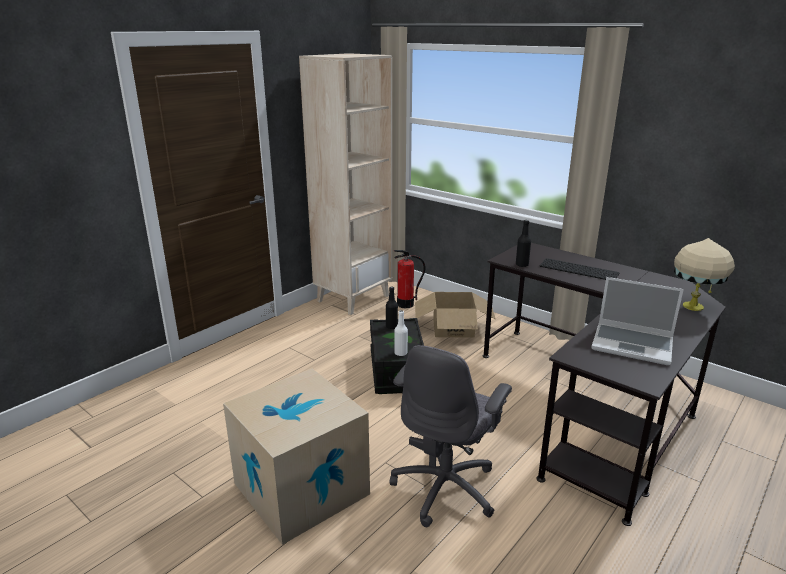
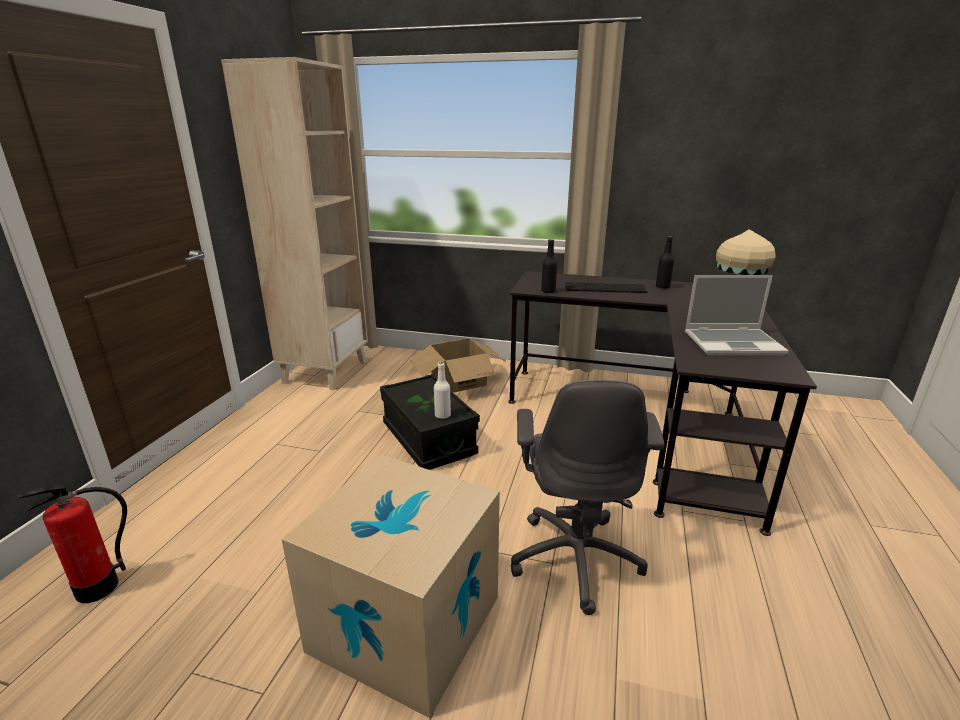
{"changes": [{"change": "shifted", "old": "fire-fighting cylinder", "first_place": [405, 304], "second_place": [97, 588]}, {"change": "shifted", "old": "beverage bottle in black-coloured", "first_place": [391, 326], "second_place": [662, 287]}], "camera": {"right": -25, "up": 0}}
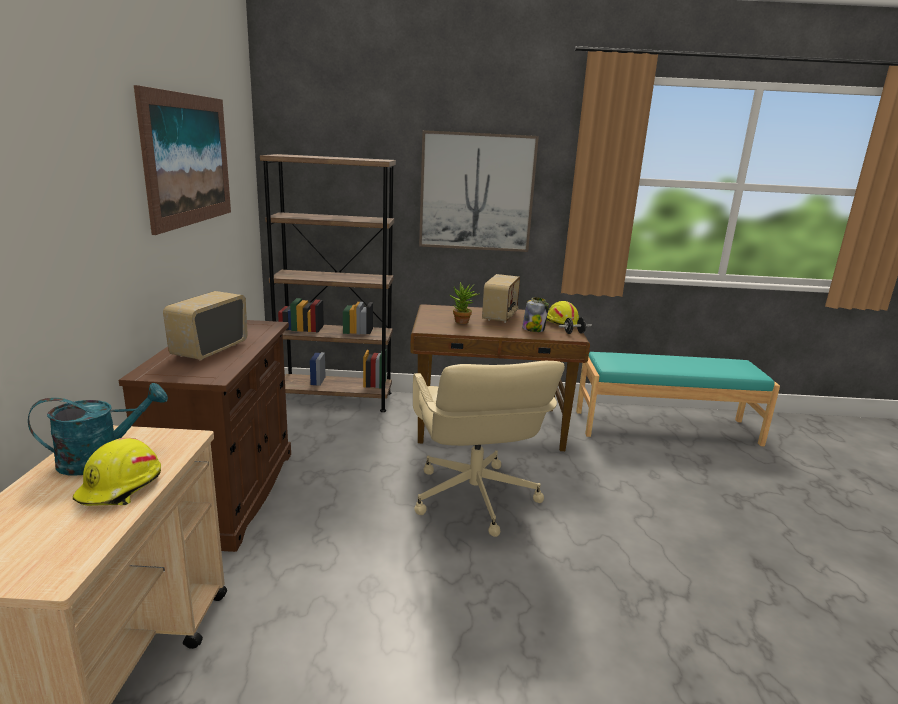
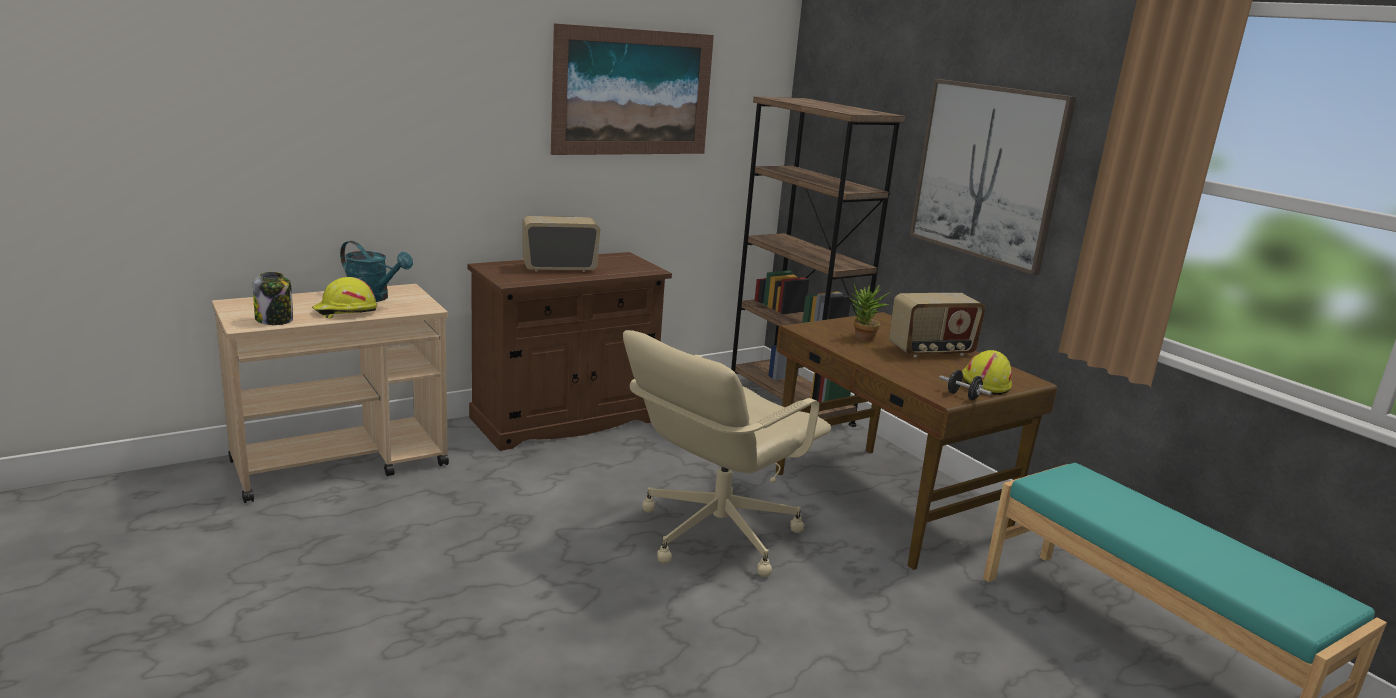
{"changes": [{"change": "shifted", "old": "storage jar", "first_place": [533, 329], "second_place": [275, 320]}], "camera": {"right": 55, "up": 0}}
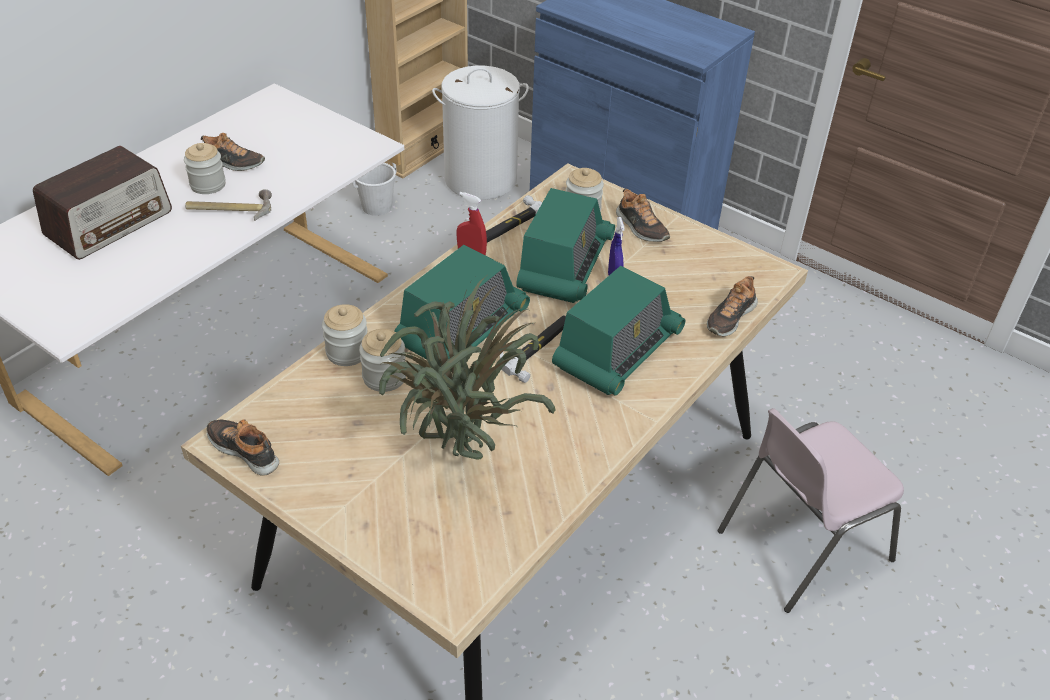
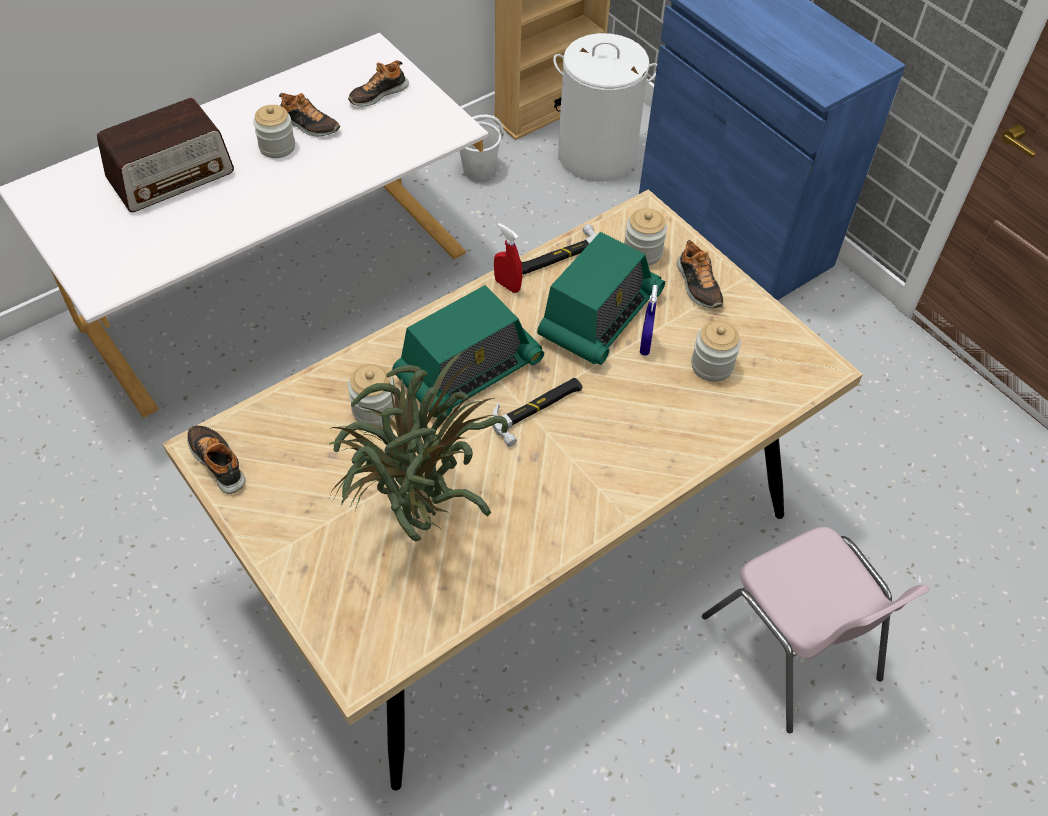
{"changes": [{"change": "gone", "old": "hammer", "first_place": [230, 209]}, {"change": "gone", "old": "radio set", "first_place": [617, 351]}, {"change": "shifted", "old": "shoe", "first_place": [730, 317], "second_place": [378, 94]}, {"change": "shifted", "old": "storage jar", "first_place": [347, 352], "second_place": [712, 365]}, {"change": "rotated", "old": "chair in pink", "first_place": [801, 545], "second_place": [793, 649], "degrees": -105}], "camera": {"right": 15, "up": 10}}
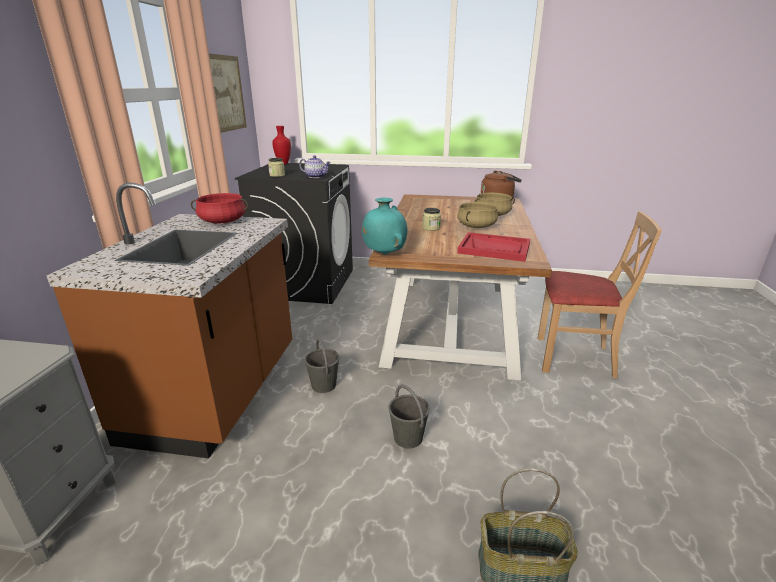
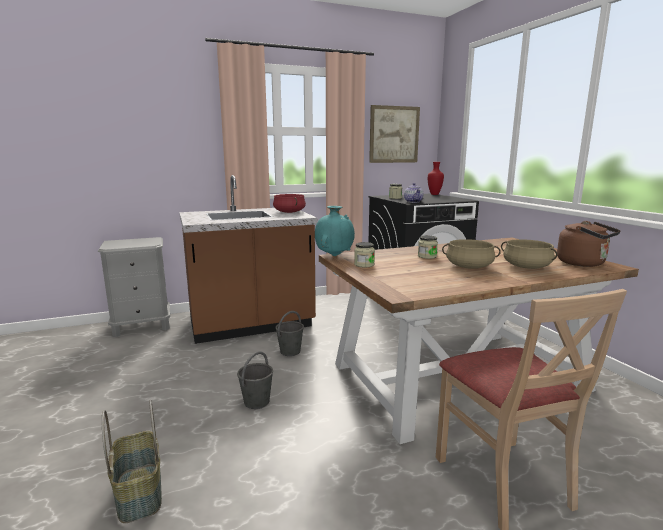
{"changes": [{"change": "gone", "old": "tray in red", "first_place": [494, 249]}, {"change": "new", "new": "storage jar", "second_place": [364, 265]}], "camera": {"right": 60, "up": -10}}
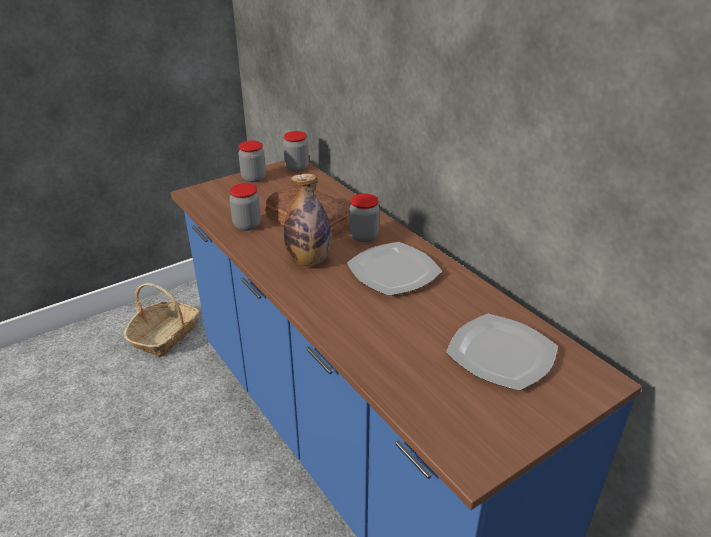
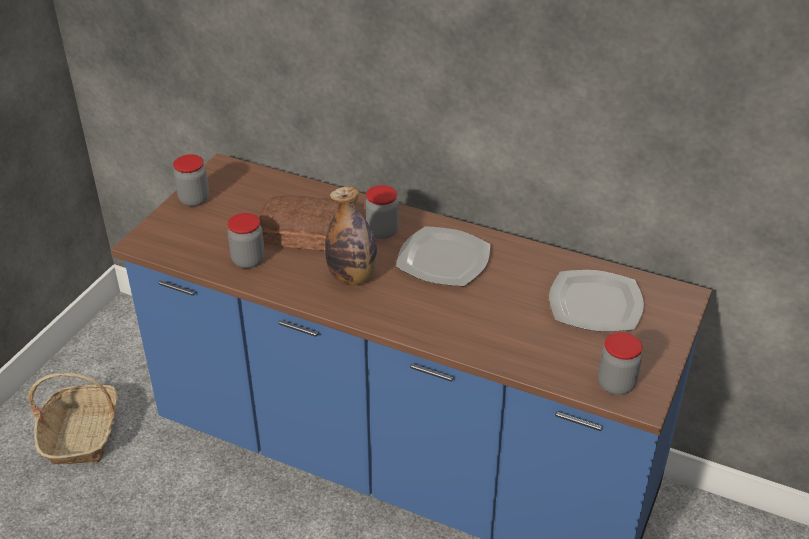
{"changes": [{"change": "shifted", "old": "storage jar", "first_place": [297, 167], "second_place": [616, 384]}], "camera": {"right": -30, "up": 5}}
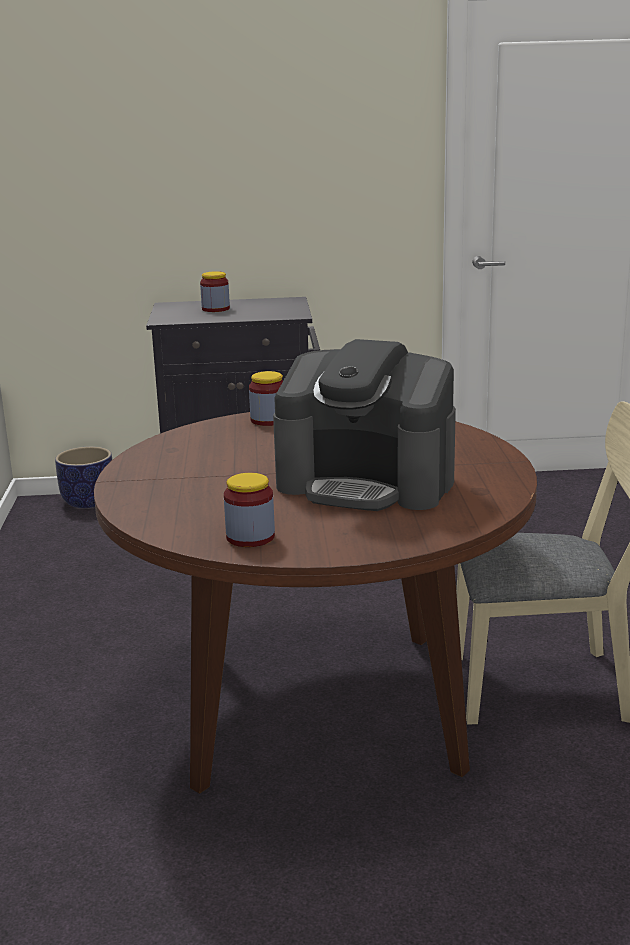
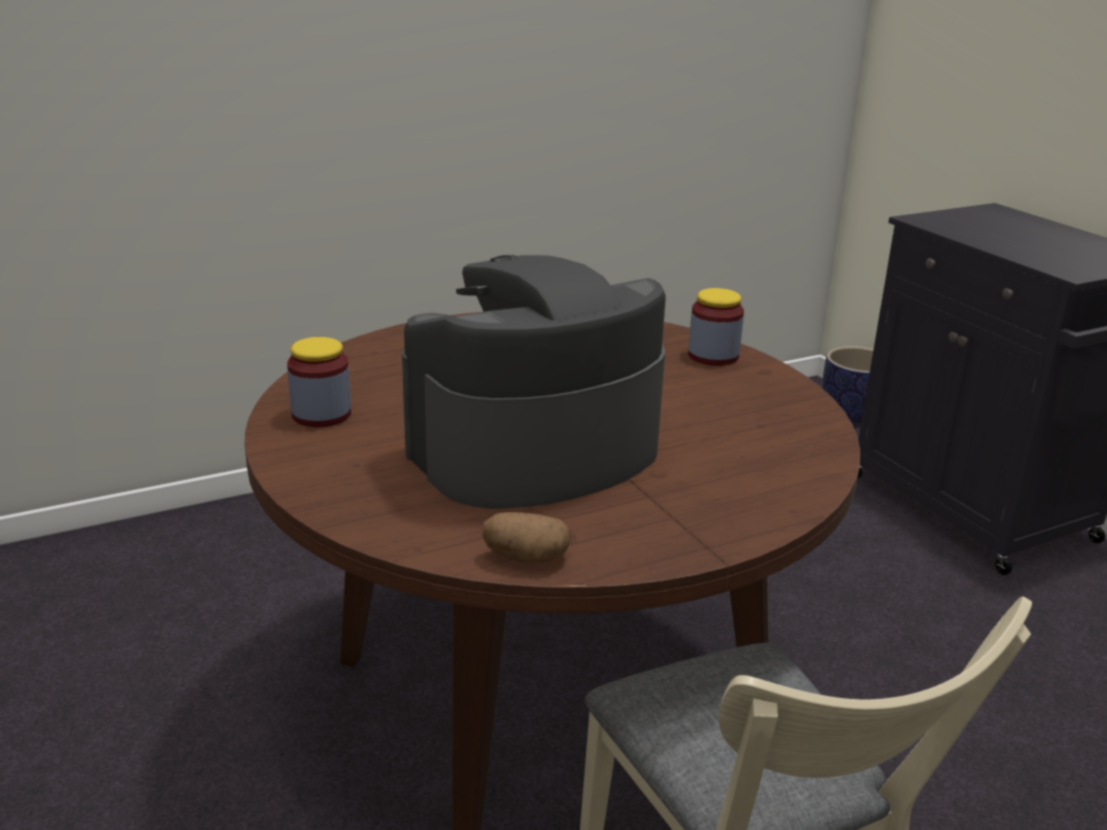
{"changes": [{"change": "gone", "old": "storage jar", "first_place": [215, 309]}, {"change": "rotated", "old": "coffee machine", "first_place": [367, 483], "second_place": [533, 452], "degrees": 60}, {"change": "new", "new": "spud", "second_place": [525, 558]}], "camera": {"right": 65, "up": 5}}
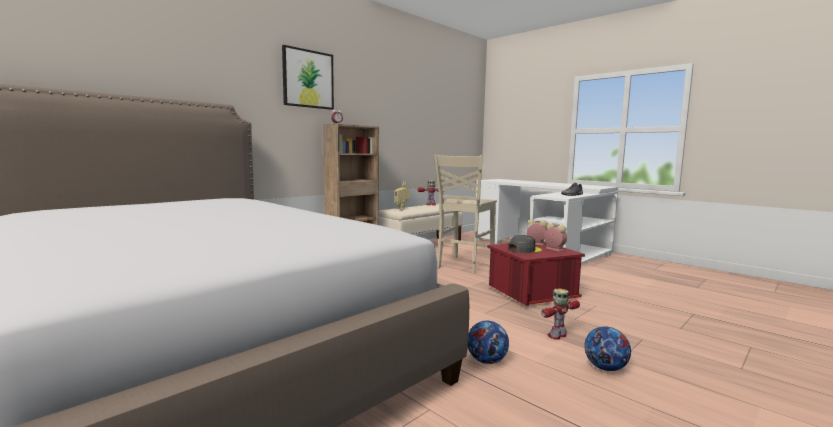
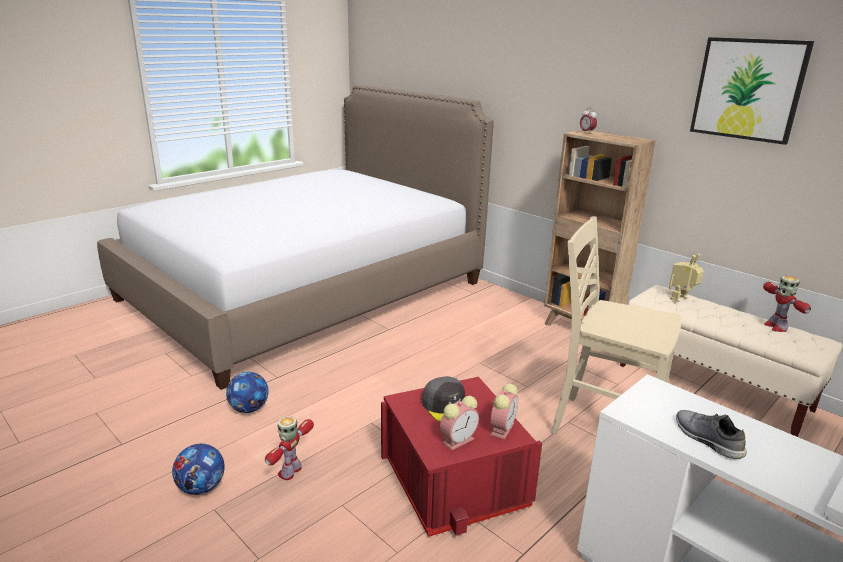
{"changes": [{"change": "shifted", "old": "picture", "first_place": [308, 79], "second_place": [748, 89]}, {"change": "rotated", "old": "model robot", "first_place": [557, 336], "second_place": [290, 471], "degrees": -120}], "camera": {"right": 90, "up": 15}}
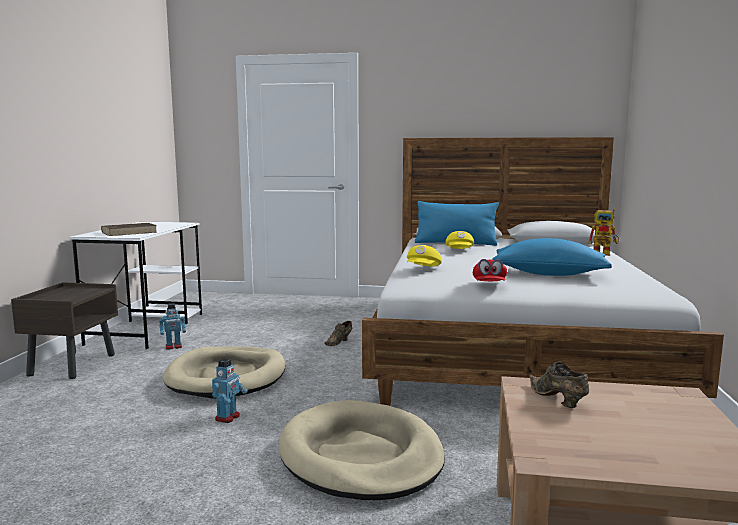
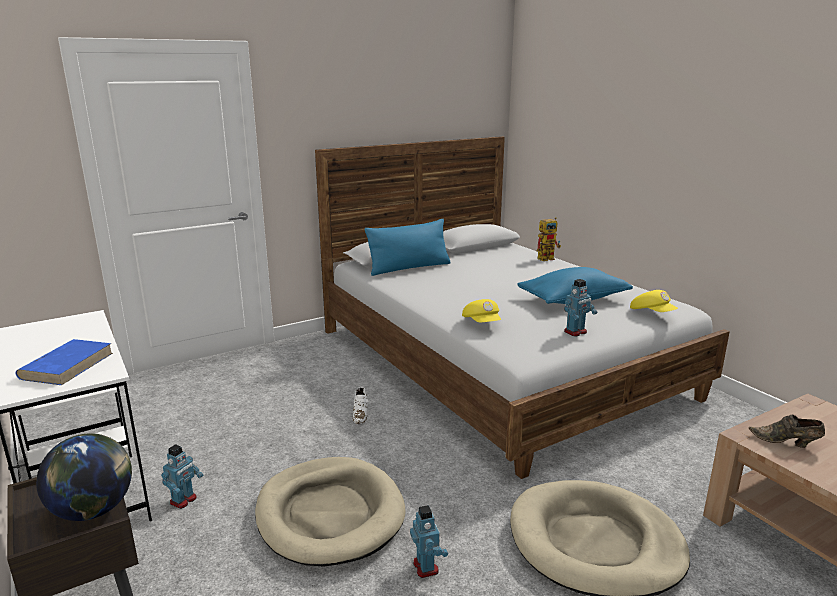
{"changes": [{"change": "repainted", "old": "book in brown-coloured", "new": "book in bluish", "first_place": [130, 232], "second_place": [67, 365]}, {"change": "shifted", "old": "cap in yellowish", "first_place": [460, 251], "second_place": [652, 313]}, {"change": "swapped", "old": "cap in red", "new": "model robot", "first_place": [489, 285], "second_place": [576, 332]}, {"change": "repainted", "old": "shoe in brown-coloured", "new": "shoe in whitish", "first_place": [339, 342], "second_place": [360, 414]}, {"change": "new", "new": "globe", "second_place": [94, 510]}], "camera": {"right": -40, "up": 10}}
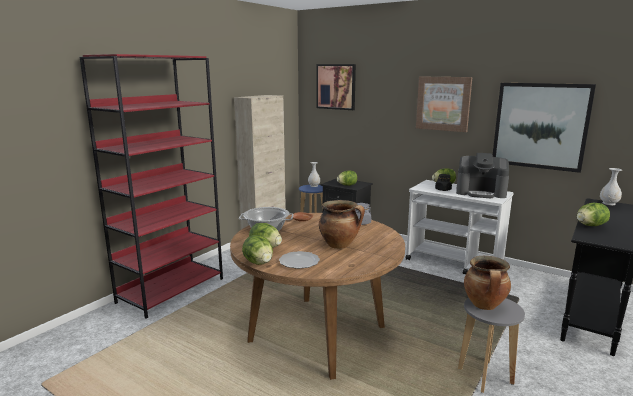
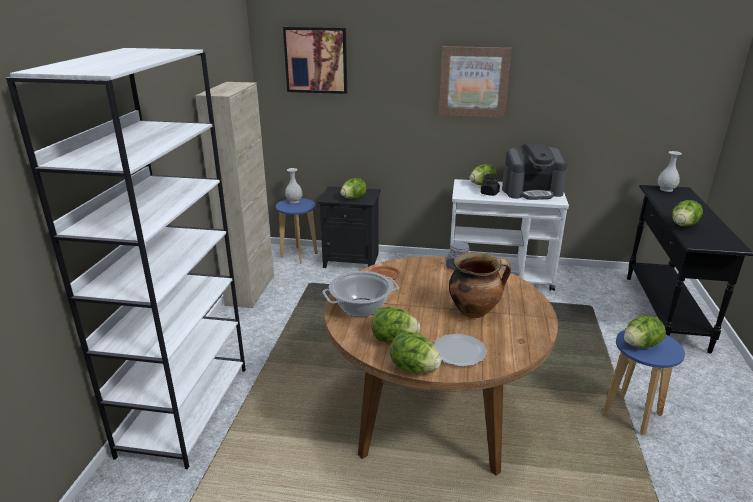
{"changes": [{"change": "repainted", "old": "bookcase in red", "new": "bookcase in whitish", "first_place": [172, 290], "second_place": [185, 409]}, {"change": "gone", "old": "picture", "first_place": [540, 126]}, {"change": "swapped", "old": "stockpot", "new": "lettuce", "first_place": [485, 305], "second_place": [640, 345]}, {"change": "repainted", "old": "stool seat in greyish", "new": "stool seat in bluish", "first_place": [485, 376], "second_place": [632, 414]}], "camera": {"right": -25, "up": 10}}
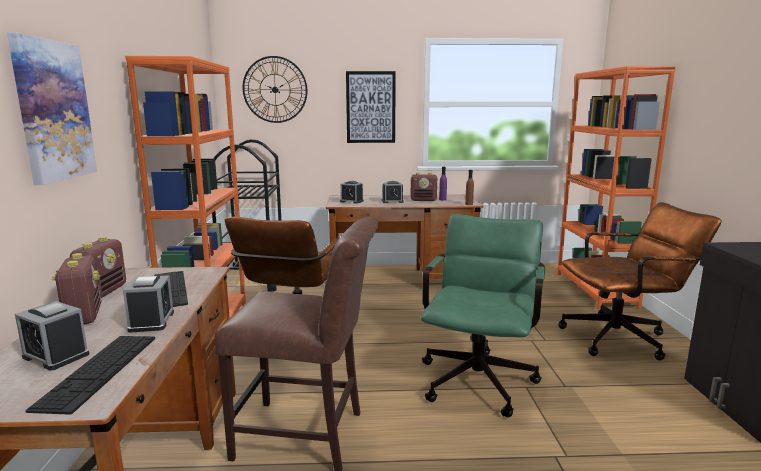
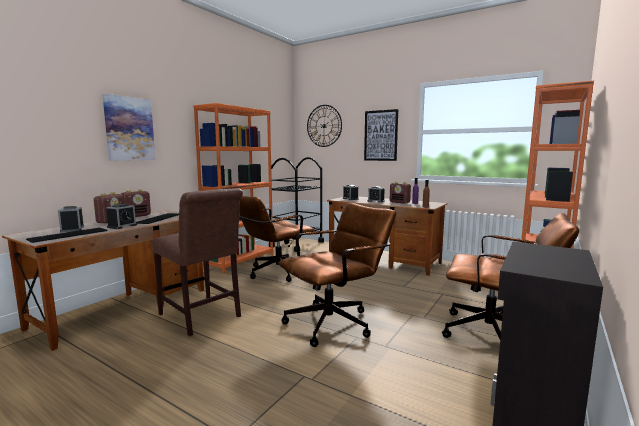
{"changes": [{"change": "repainted", "old": "office chair in greenish", "new": "office chair in brown-coloured", "first_place": [479, 376], "second_place": [336, 322]}], "camera": {"right": 35, "up": -5}}
